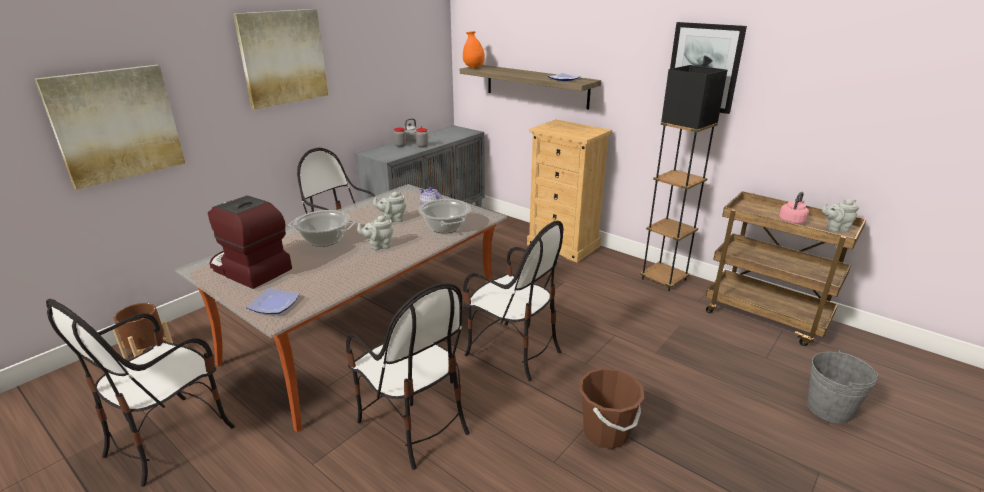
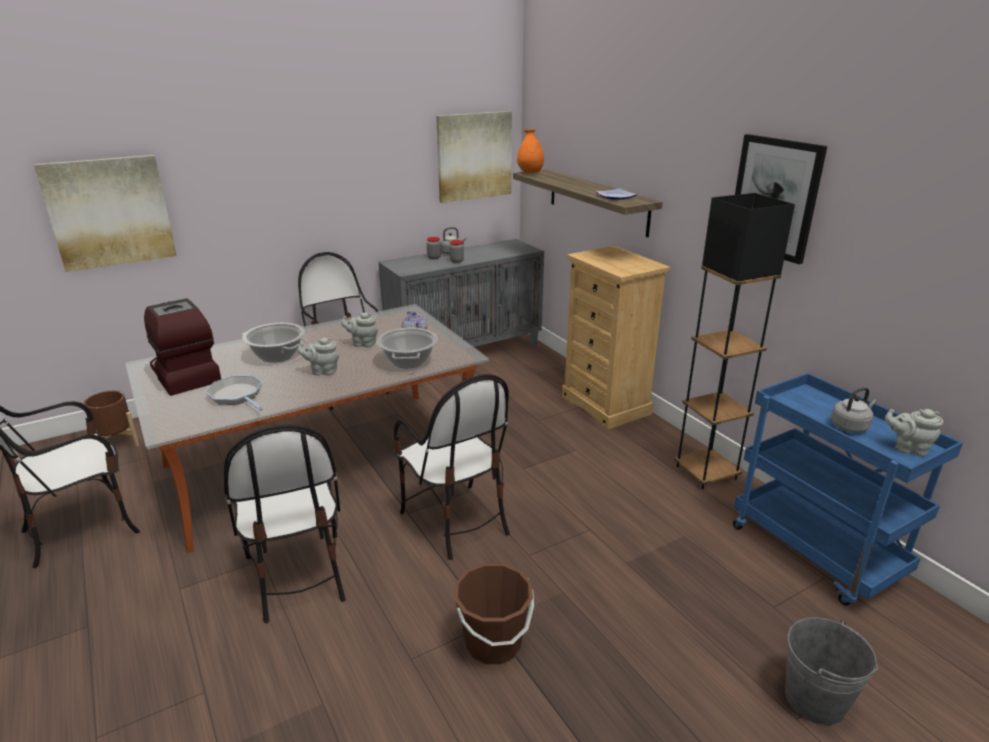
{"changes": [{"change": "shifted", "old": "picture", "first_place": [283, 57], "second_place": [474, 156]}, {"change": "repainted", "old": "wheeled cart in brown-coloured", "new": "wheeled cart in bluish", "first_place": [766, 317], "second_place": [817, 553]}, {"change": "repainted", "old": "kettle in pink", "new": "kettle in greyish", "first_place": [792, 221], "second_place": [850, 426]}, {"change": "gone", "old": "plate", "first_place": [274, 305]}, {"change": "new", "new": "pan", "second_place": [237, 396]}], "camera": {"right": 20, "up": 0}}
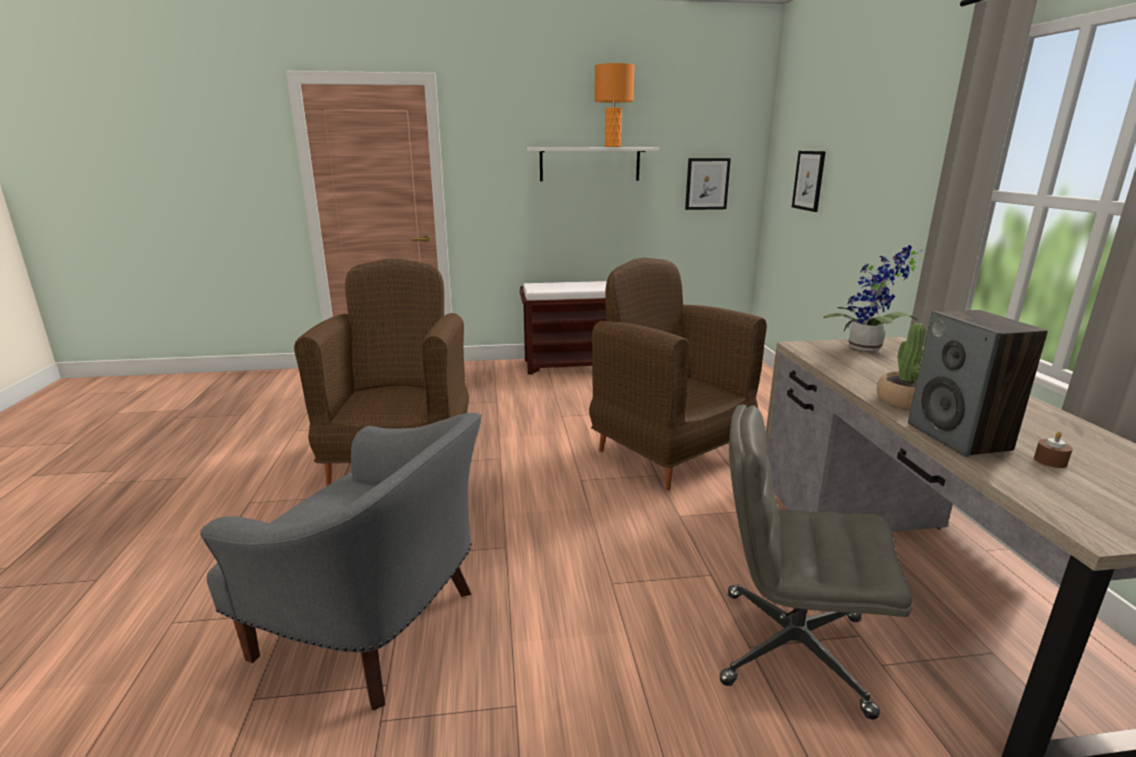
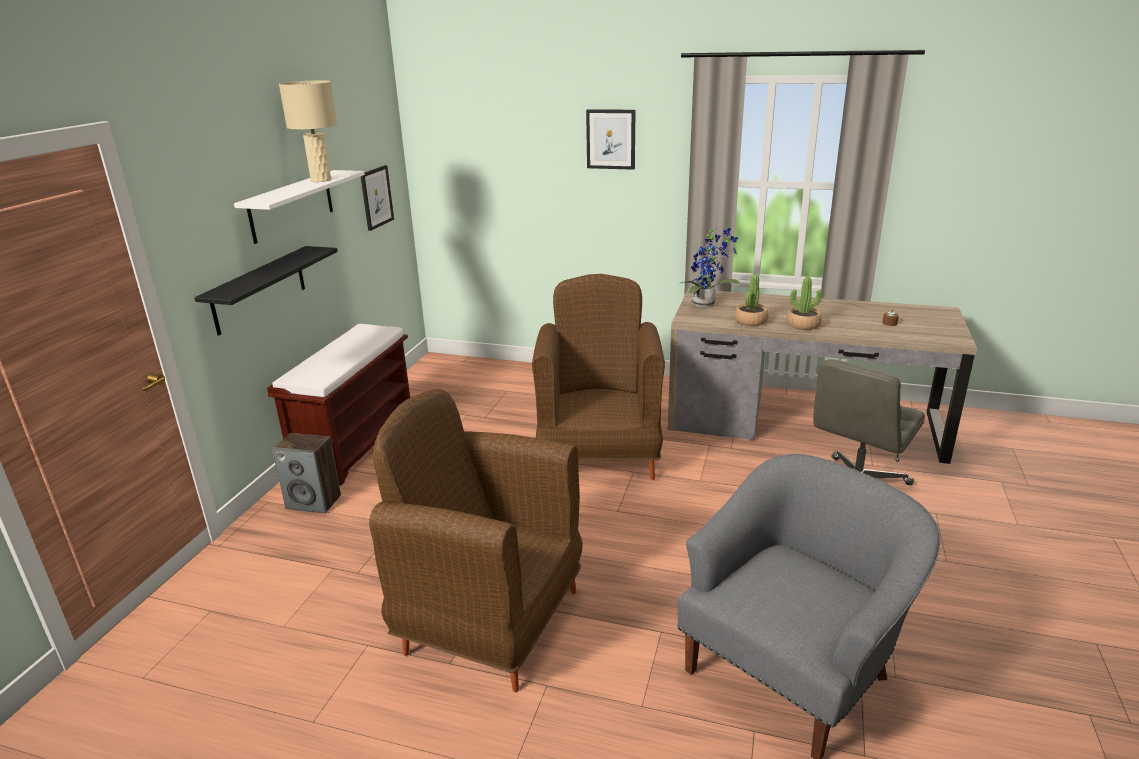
{"changes": [{"change": "repainted", "old": "tabletop lamp in orange", "new": "tabletop lamp in beige", "first_place": [612, 146], "second_place": [320, 180]}, {"change": "shifted", "old": "picture", "first_place": [809, 180], "second_place": [611, 139]}, {"change": "rotated", "old": "armchair in brown-coloured", "first_place": [669, 452], "second_place": [599, 454], "degrees": 105}, {"change": "shifted", "old": "loudspeaker", "first_place": [959, 437], "second_place": [314, 502]}, {"change": "new", "new": "wall shelf in black-coloured", "second_place": [259, 289]}, {"change": "new", "new": "plant in a pot", "second_place": [750, 321]}], "camera": {"right": -65, "up": 5}}
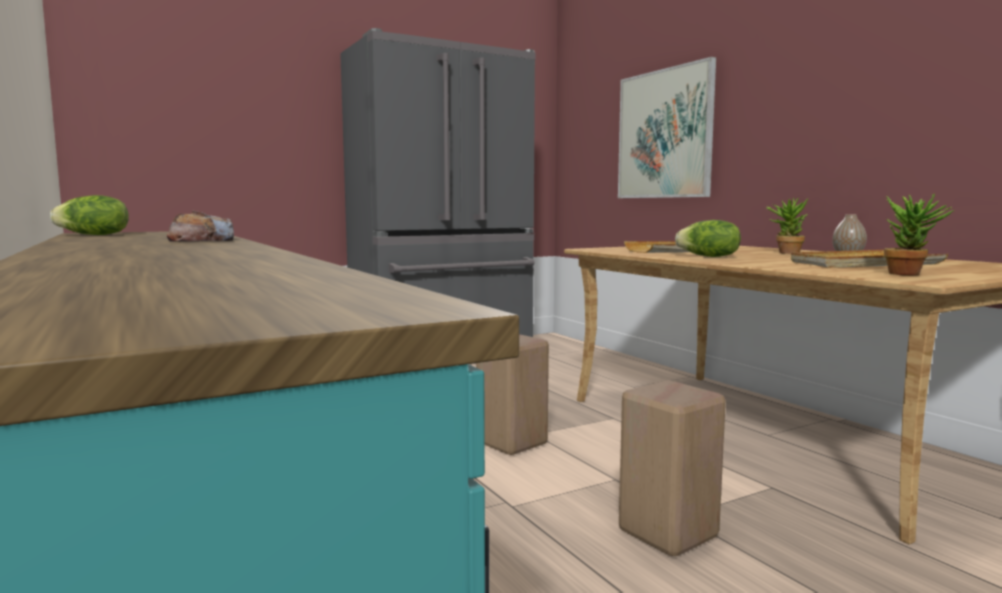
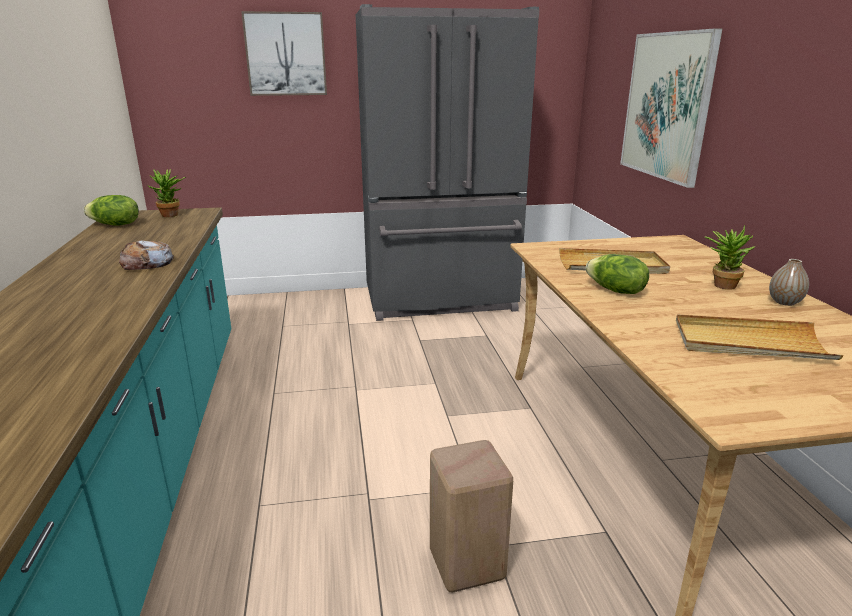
{"changes": [{"change": "shifted", "old": "plant in a pot", "first_place": [910, 274], "second_place": [172, 216]}, {"change": "gone", "old": "stool seat in beige", "first_place": [509, 443]}, {"change": "new", "new": "picture", "second_place": [285, 54]}], "camera": {"right": 20, "up": 15}}
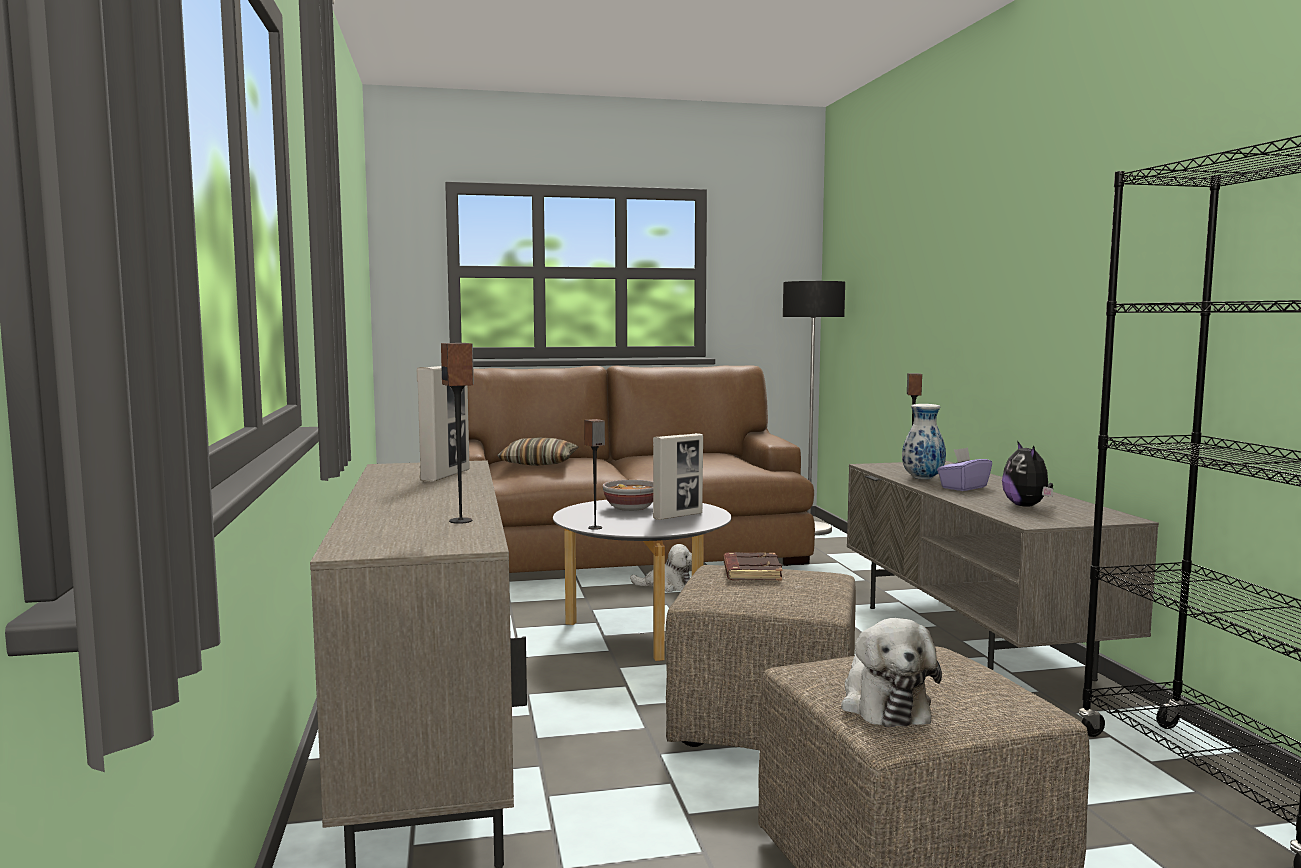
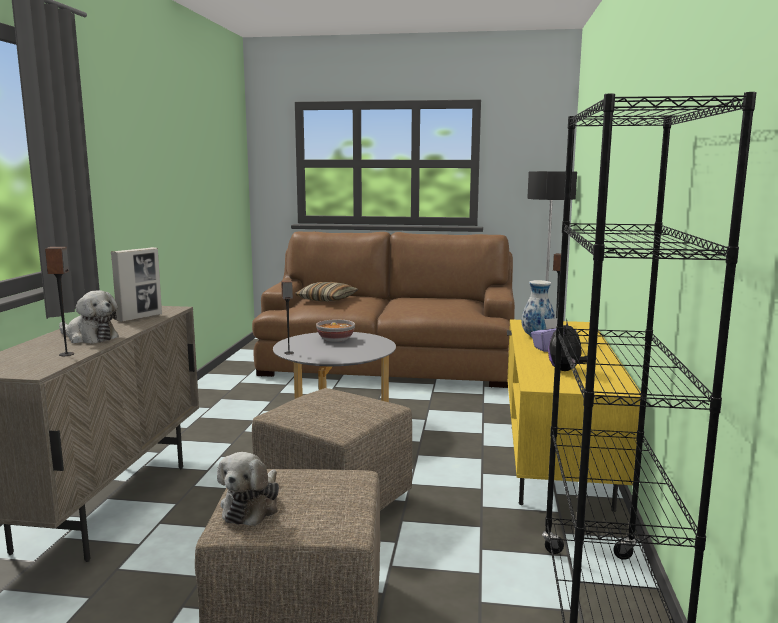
{"changes": [{"change": "gone", "old": "picture frame", "first_place": [678, 516]}, {"change": "repainted", "old": "media console in greyish", "new": "media console in yellowish", "first_place": [973, 641], "second_place": [558, 464]}, {"change": "shifted", "old": "plush toy", "first_place": [667, 586], "second_place": [89, 337]}, {"change": "gone", "old": "book in brown-coloured", "first_place": [750, 572]}], "camera": {"right": 20, "up": 5}}
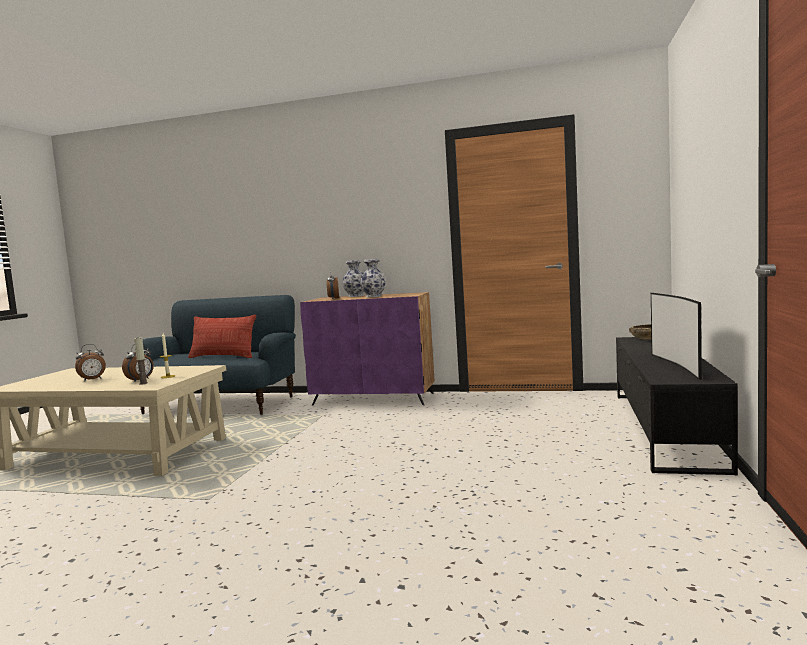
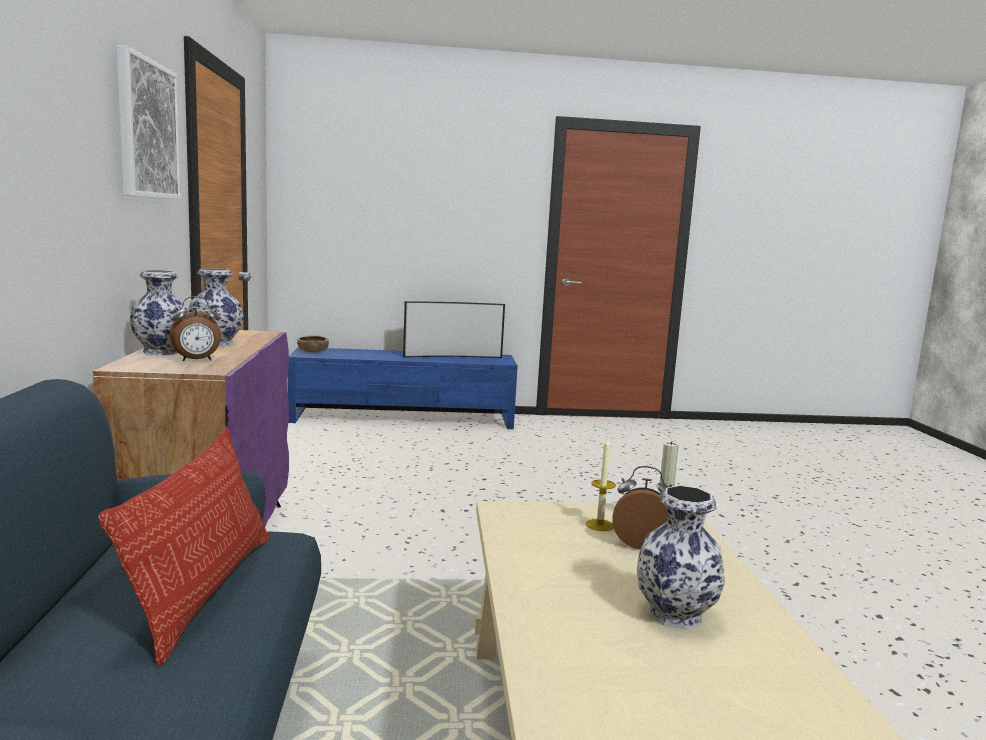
{"changes": [{"change": "repainted", "old": "media console in black-coloured", "new": "media console in bluish", "first_place": [664, 427], "second_place": [404, 418]}, {"change": "swapped", "old": "table clock", "new": "decorative vase", "first_place": [92, 379], "second_place": [673, 614]}, {"change": "new", "new": "picture", "second_place": [147, 130]}], "camera": {"right": -110, "up": 5}}
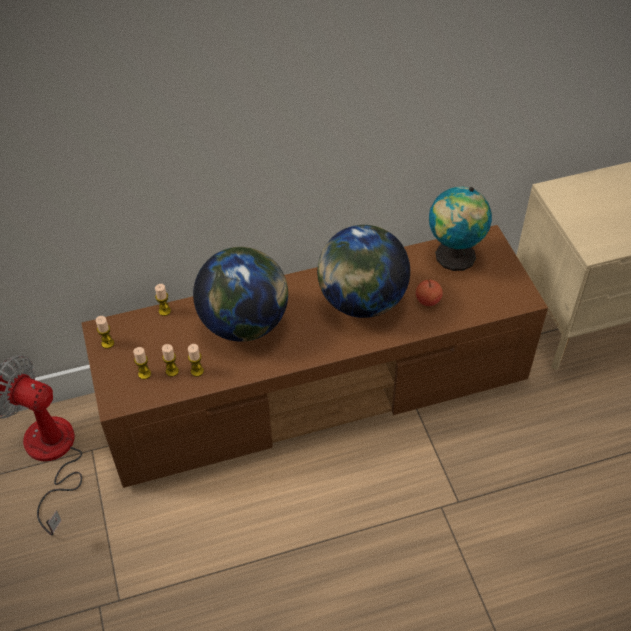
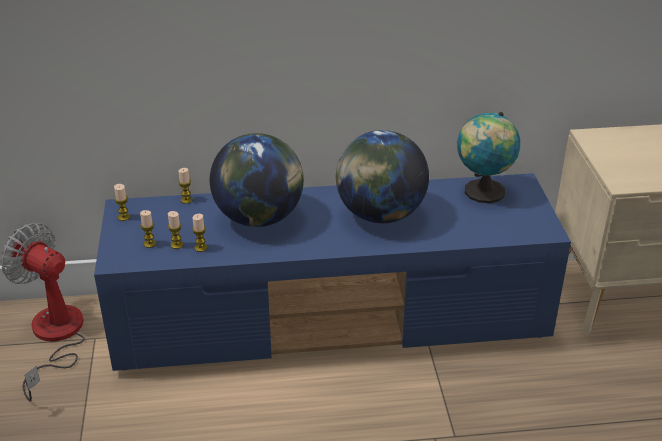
{"changes": [{"change": "repainted", "old": "media console in brown-coloured", "new": "media console in bluish", "first_place": [318, 389], "second_place": [333, 318]}, {"change": "gone", "old": "whole apple", "first_place": [428, 300]}], "camera": {"right": 10, "up": -15}}
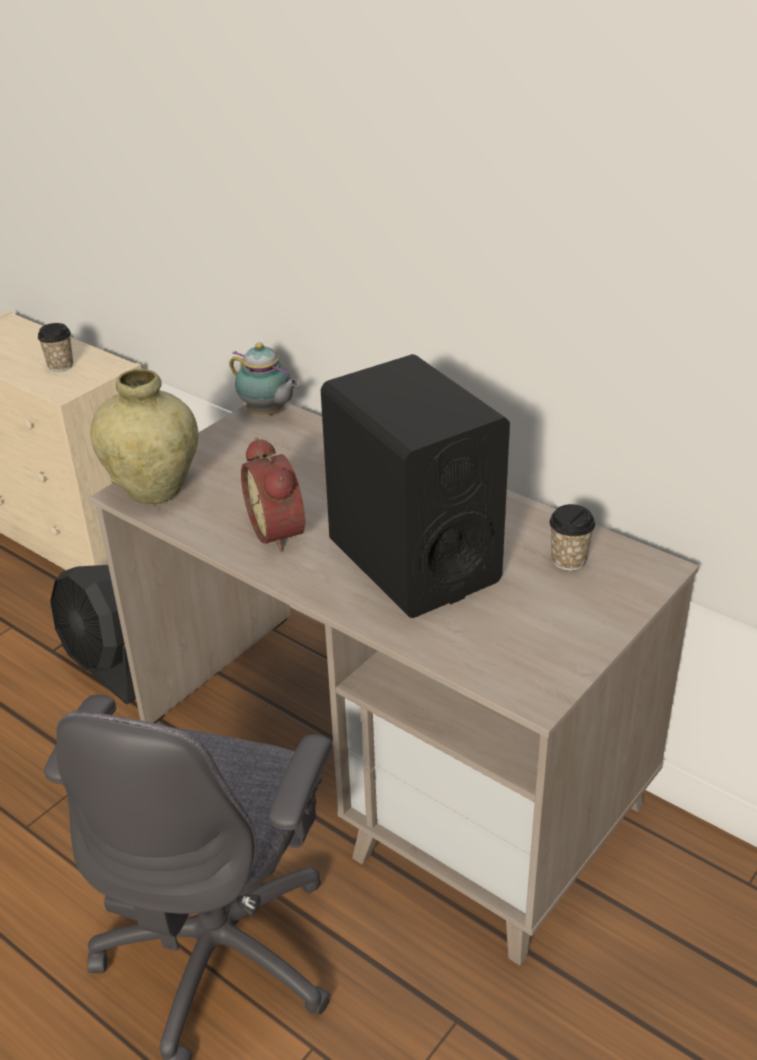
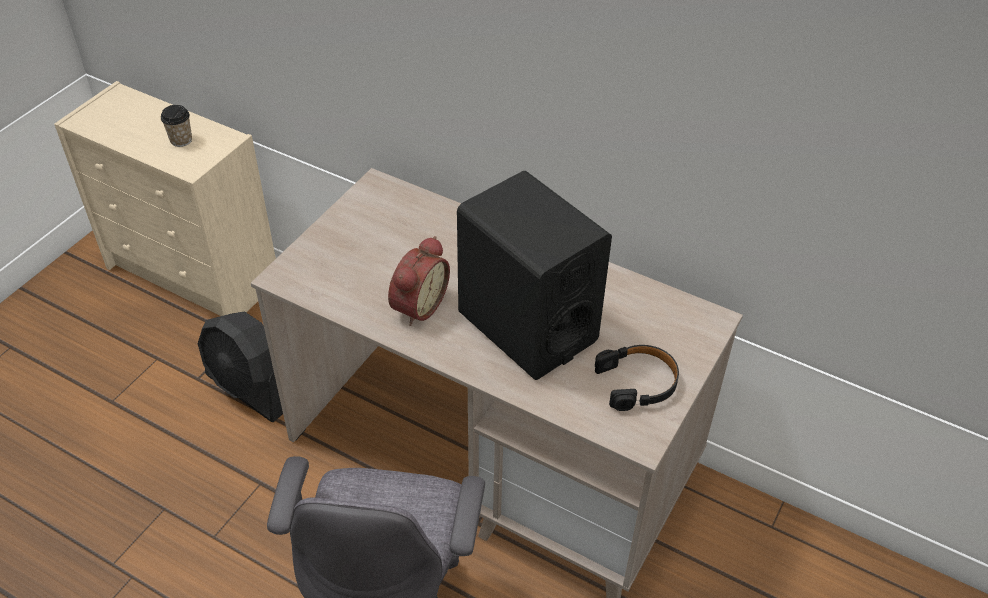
{"changes": [{"change": "gone", "old": "teapot", "first_place": [267, 414]}, {"change": "gone", "old": "decorative vase in beige", "first_place": [154, 490]}, {"change": "rotated", "old": "table clock", "first_place": [281, 531], "second_place": [417, 305], "degrees": -120}, {"change": "gone", "old": "cup", "first_place": [568, 560]}, {"change": "new", "new": "headset in black-coloured", "second_place": [638, 382]}], "camera": {"right": -10, "up": 10}}
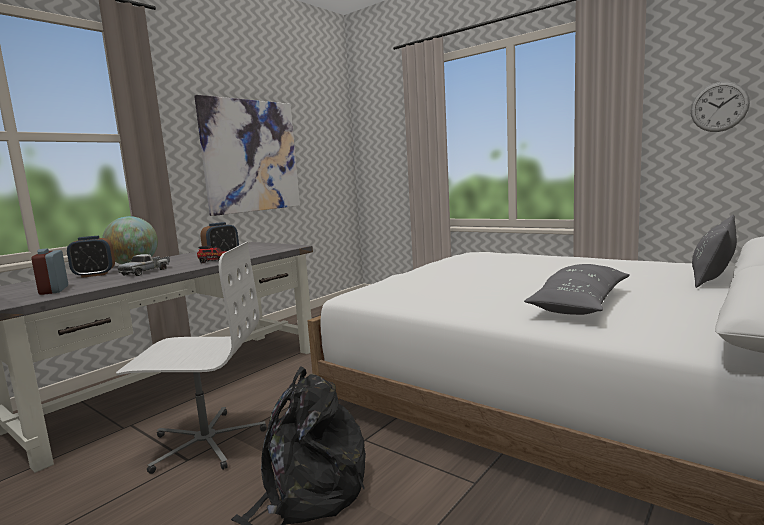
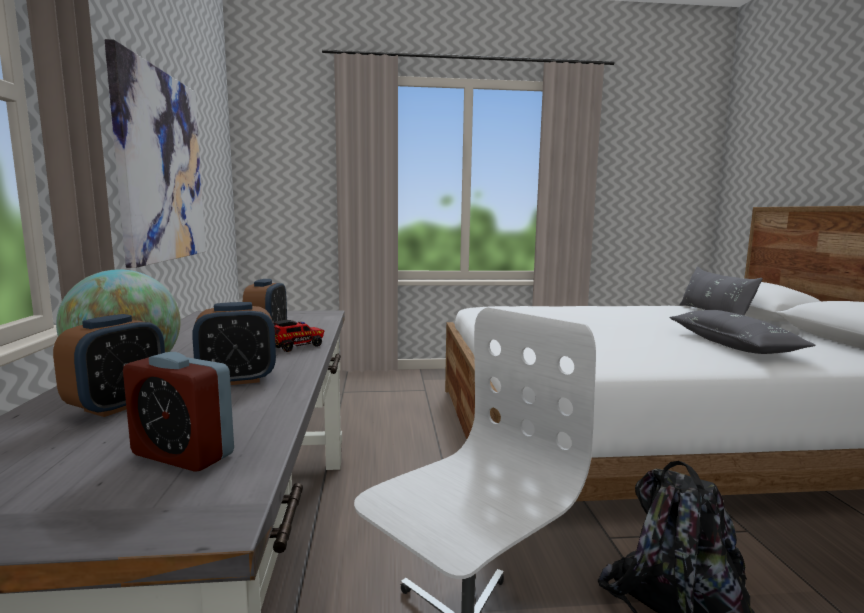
{"changes": [{"change": "gone", "old": "hanging clock", "first_place": [719, 107]}, {"change": "swapped", "old": "toy lorry", "new": "table clock", "first_place": [146, 272], "second_place": [237, 380]}], "camera": {"right": -45, "up": 0}}
